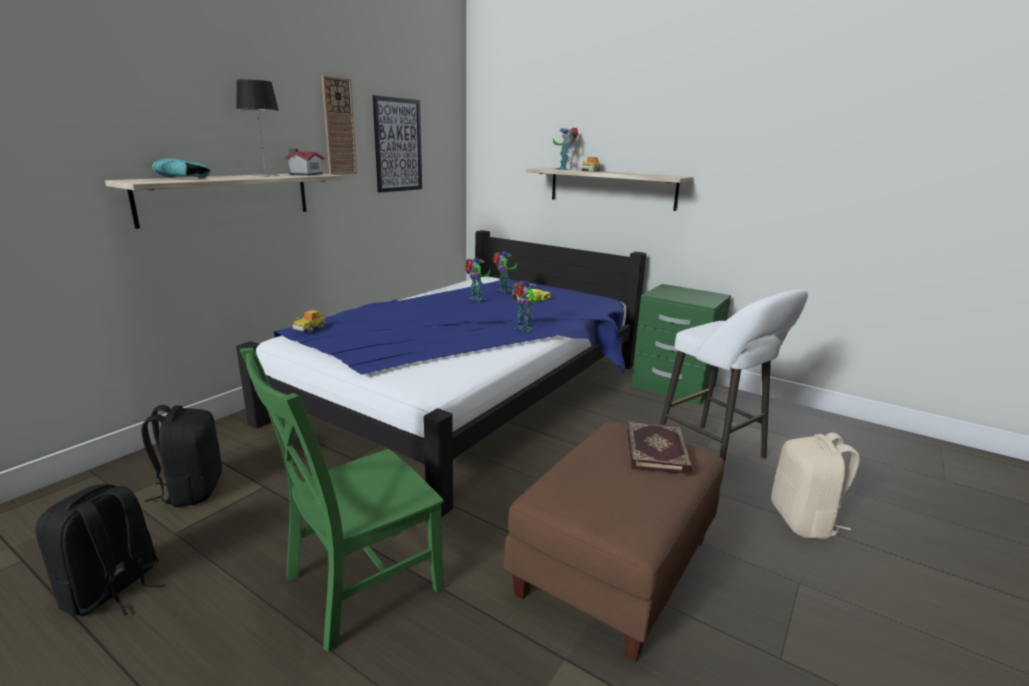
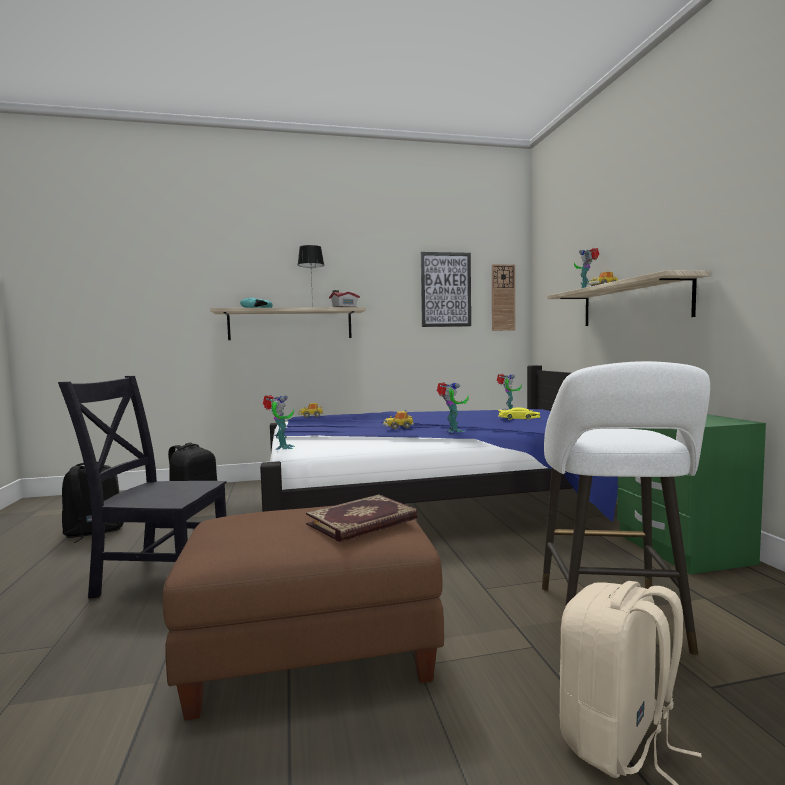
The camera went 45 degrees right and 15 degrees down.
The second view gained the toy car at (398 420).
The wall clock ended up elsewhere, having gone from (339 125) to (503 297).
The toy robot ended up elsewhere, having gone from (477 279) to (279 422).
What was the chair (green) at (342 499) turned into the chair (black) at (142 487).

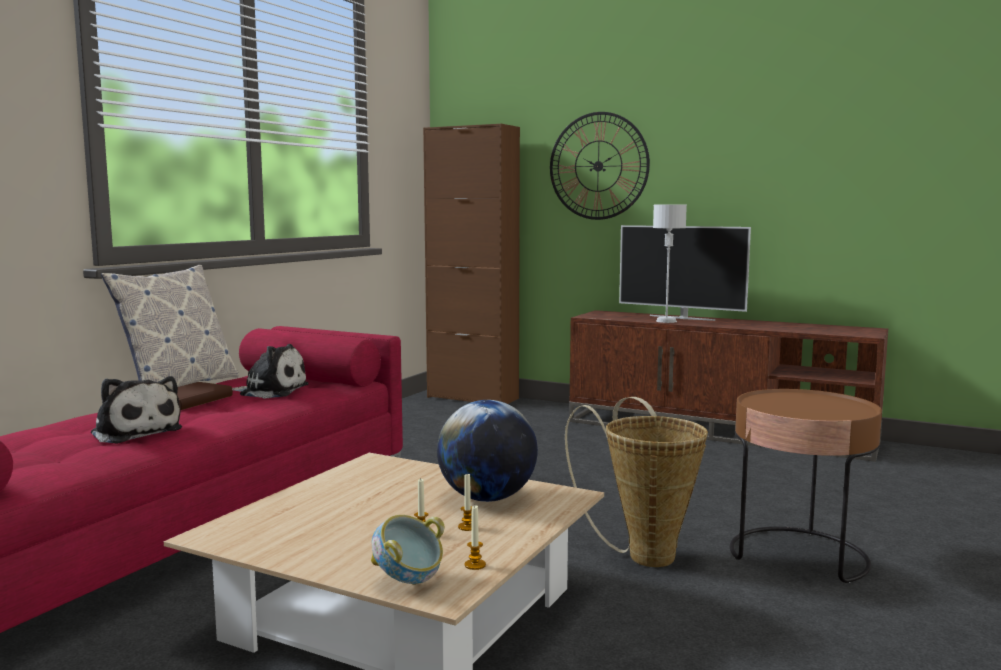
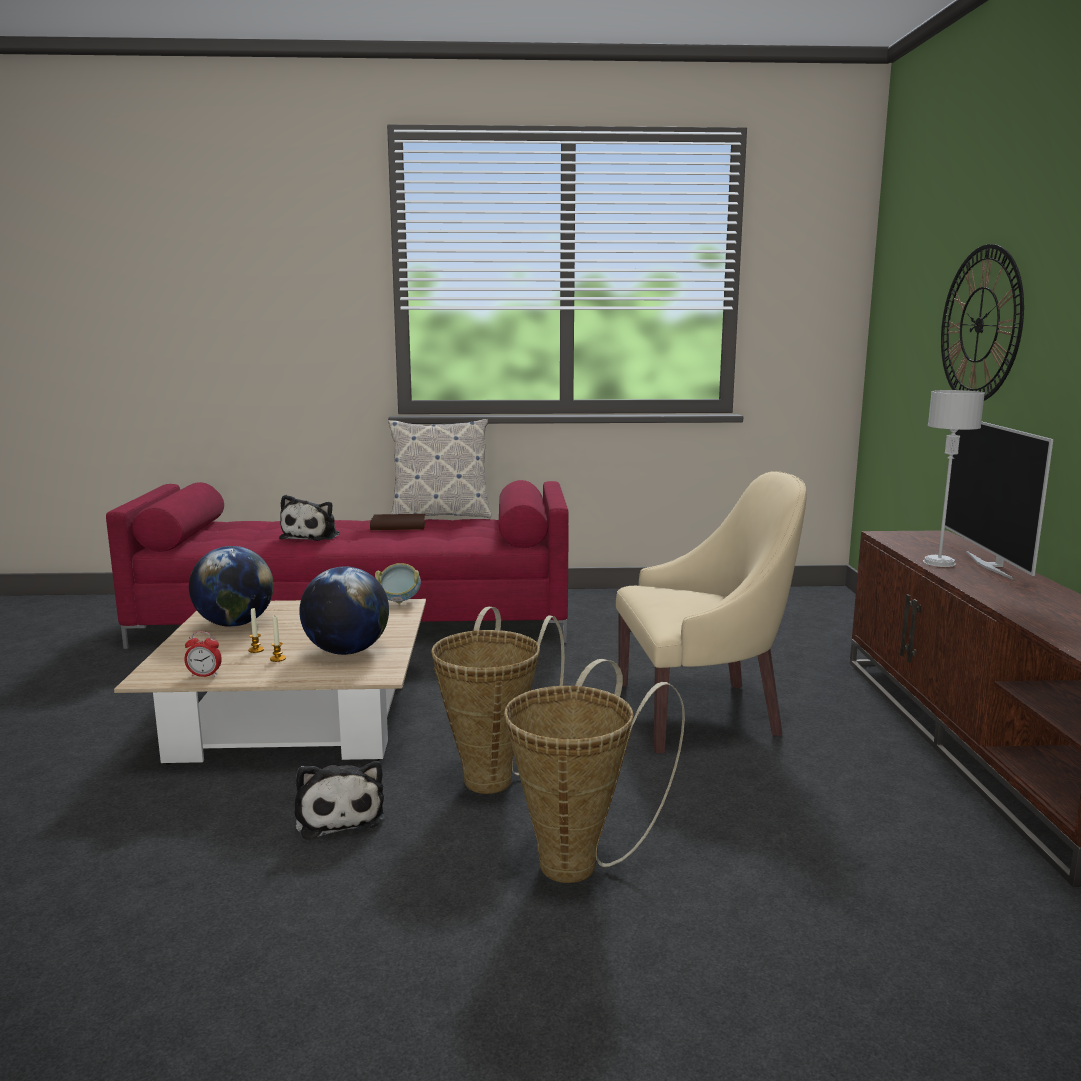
The camera went 60 degrees right and 5 degrees up.
The second view lost the cabinet (brown) at (471 264).
The second view gained the globe at (231 586).
The second view gained the armchair (beige) at (711 612).
The plush toy ended up elsewhere, having gone from (270 371) to (339 800).
The bowl ended up elsewhere, having gone from (408 550) to (398 583).
Where the candle stood at (475 537), the alarm clock came to stand at (203 654).
Where the side table (brown) stood at (806 486), the basket came to stand at (594 771).

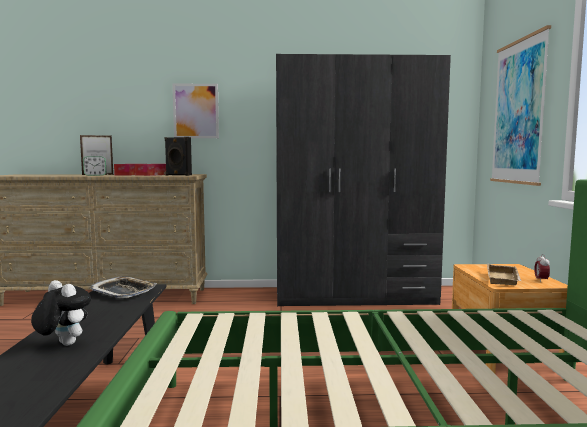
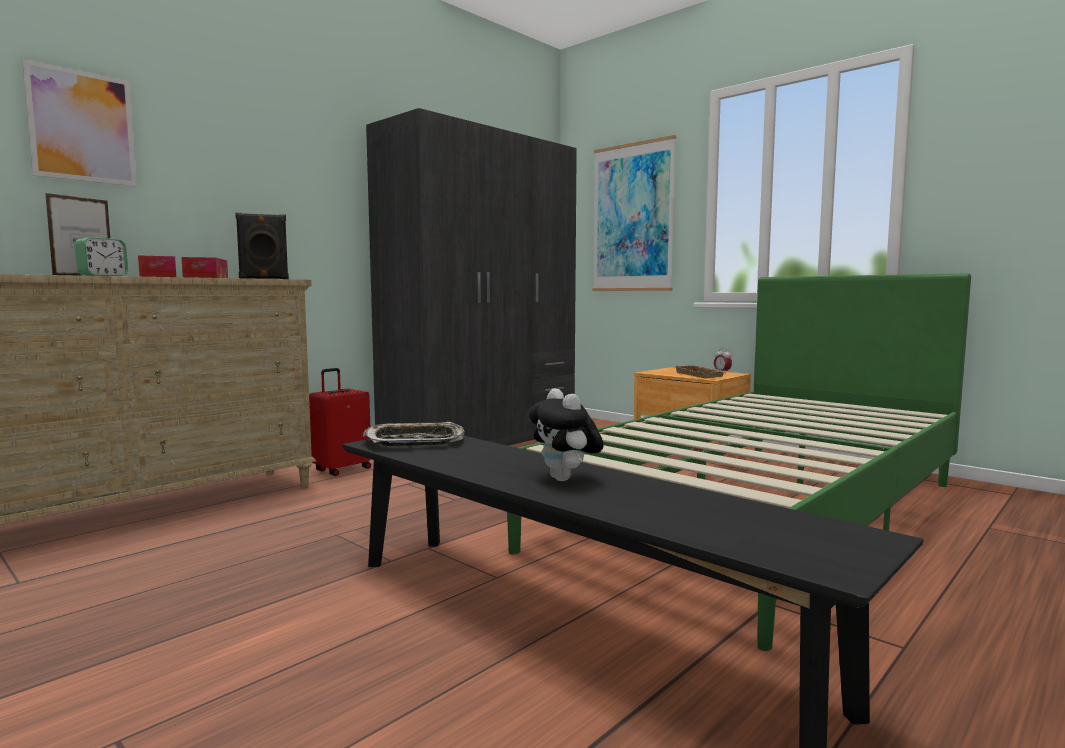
The camera went 45 degrees left and 0 degrees up.
The second view gained the suitcase (red) at (340 422).
The picture ended up elsewhere, having gone from (195 111) to (79 123).
The plush toy at (61 313) ended up facing another way, 105 degrees counterclockwise from before.

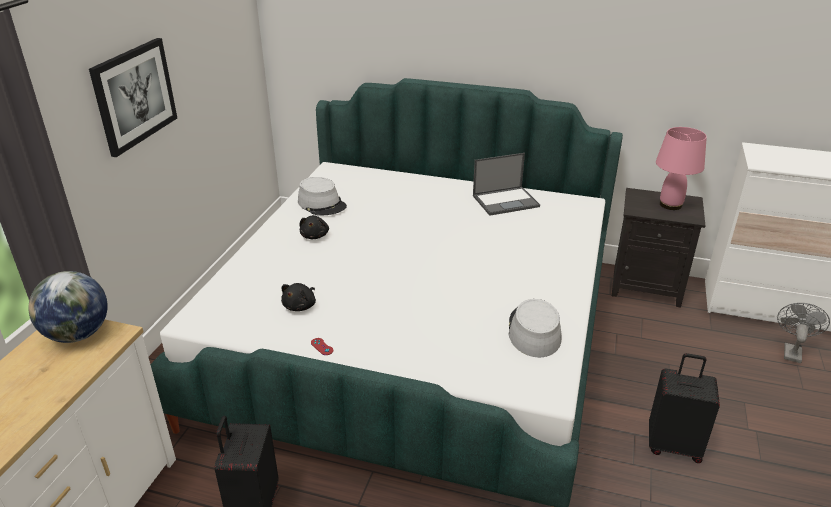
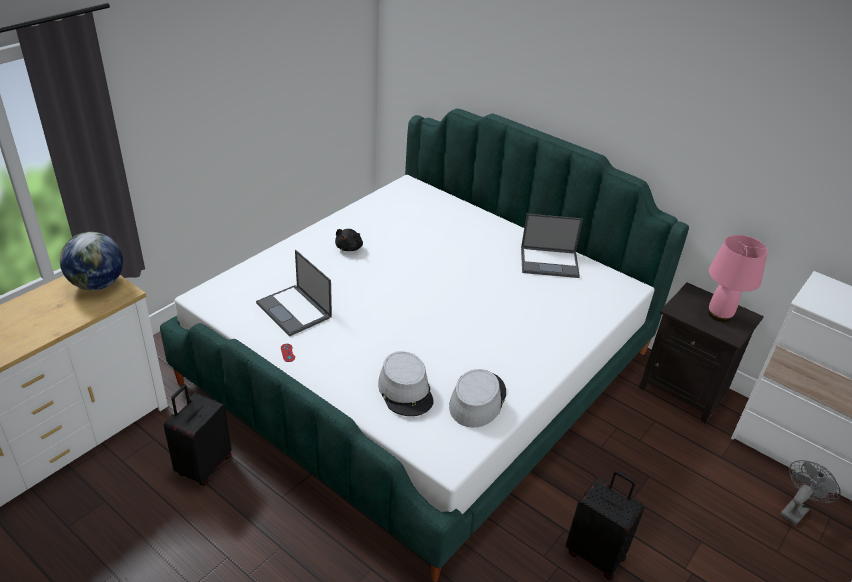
The camera went 20 degrees right and 5 degrees up.
The second view lost the picture at (133 97).
The hat (grey) ended up elsewhere, having gone from (322 196) to (405 383).
Where the plush toy (black) stood at (298 297), the laptop came to stand at (294 293).

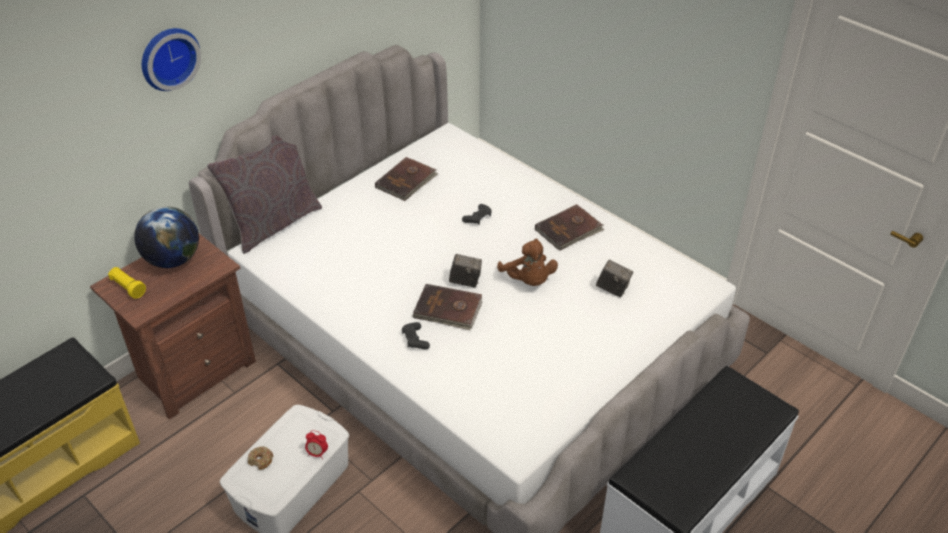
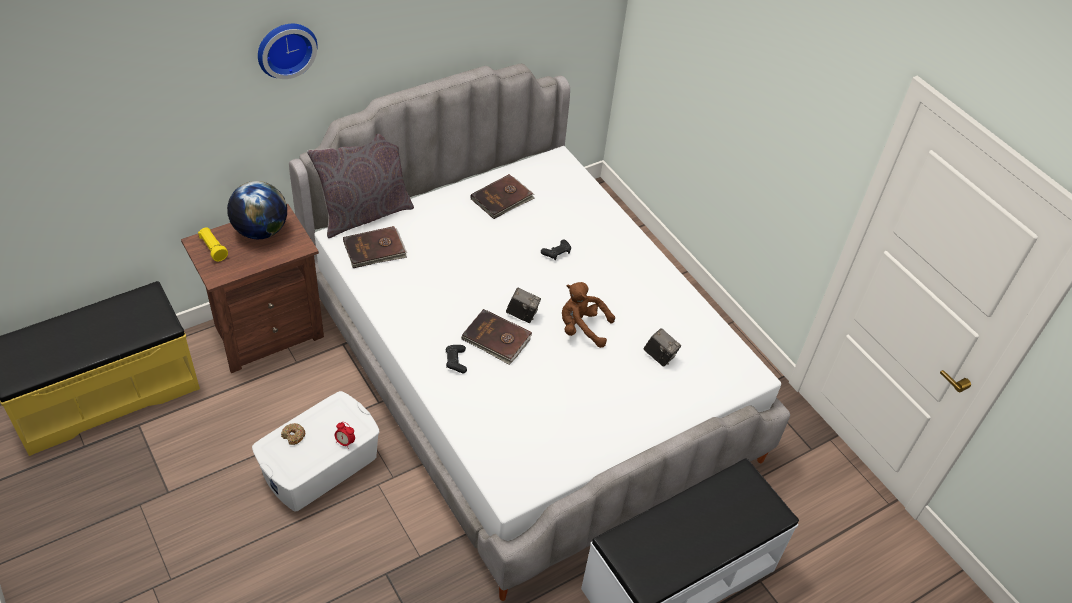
The camera went 10 degrees right and 5 degrees up.
The book (brown) ended up elsewhere, having gone from (569 227) to (375 247).
The plush toy (brown) at (527 262) ended up facing another way, 120 degrees clockwise from before.

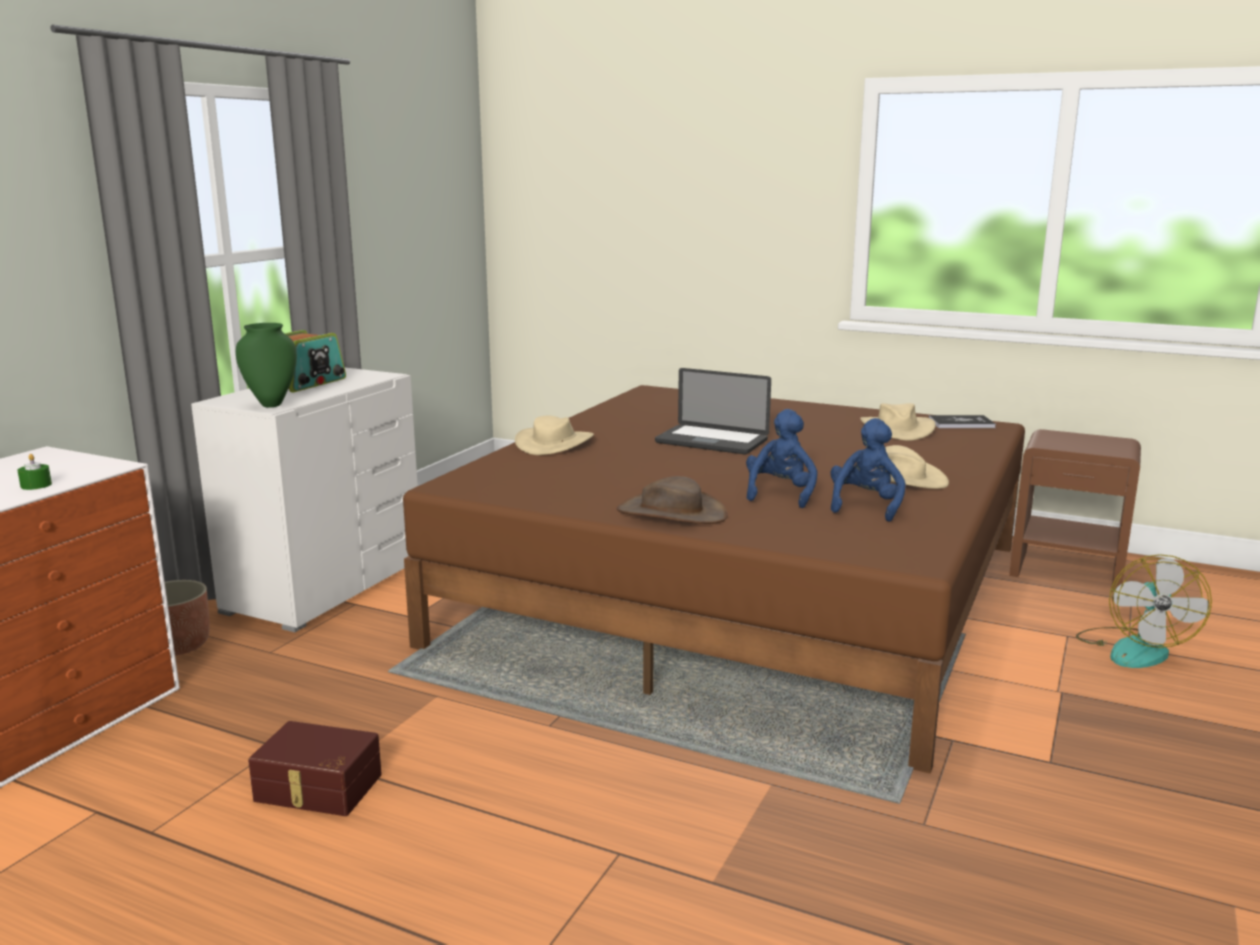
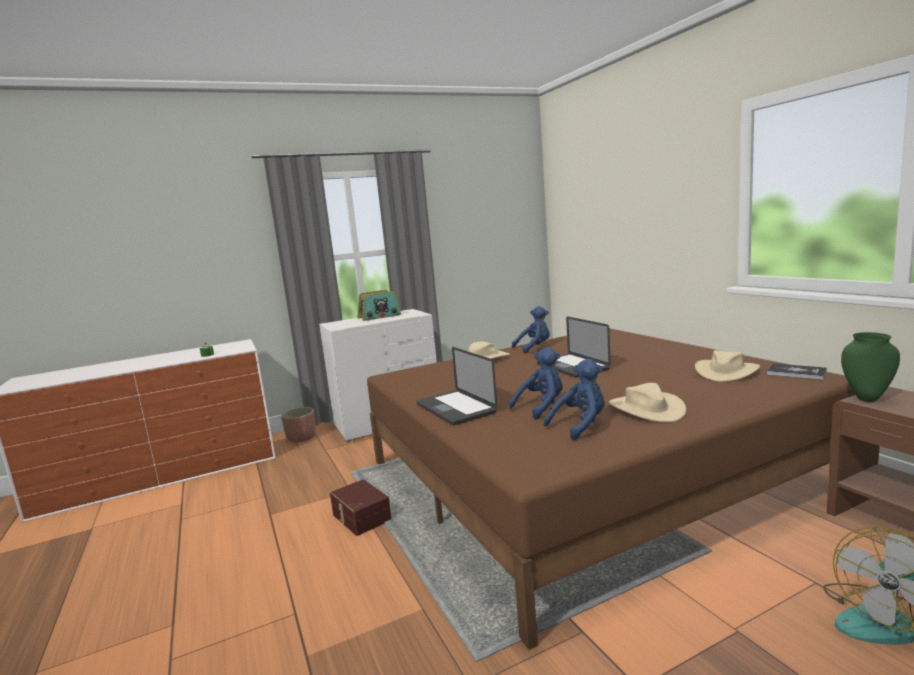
The camera went 40 degrees right and 5 degrees down.
The second view gained the plush toy (blue) at (531 329).
The vase (green) ended up elsewhere, having gone from (266 365) to (870 367).
The storage box (brown) ended up elsewhere, having gone from (315 768) to (361 507).
Where the hat (brown) stood at (672 500), the laptop came to stand at (456 386).

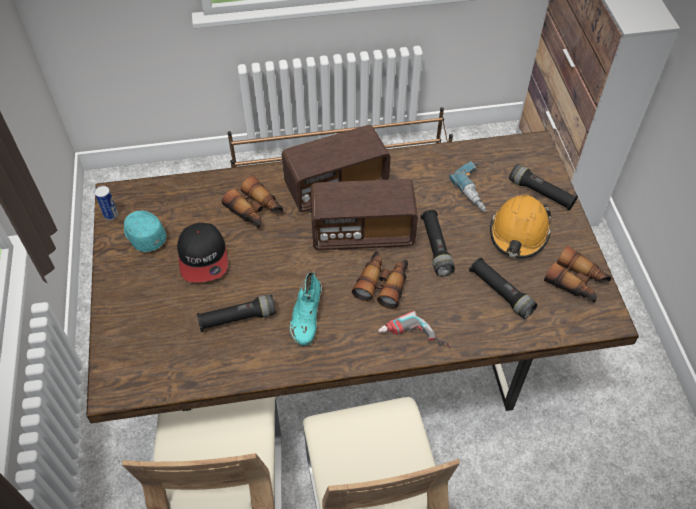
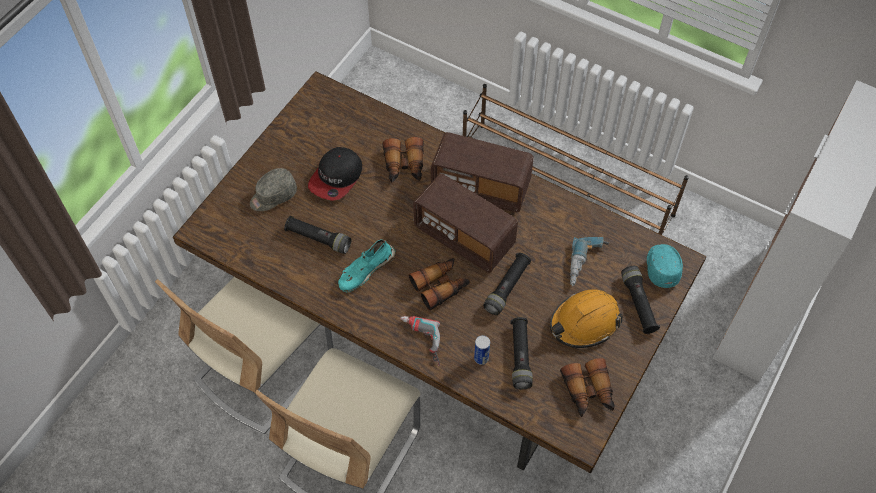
The camera went 40 degrees right and 5 degrees up.
The second view gained the cap (grey) at (273 189).
The can ended up elsewhere, having gone from (106 203) to (482 350).
The cap (turquoise) ended up elsewhere, having gone from (145 231) to (665 266).

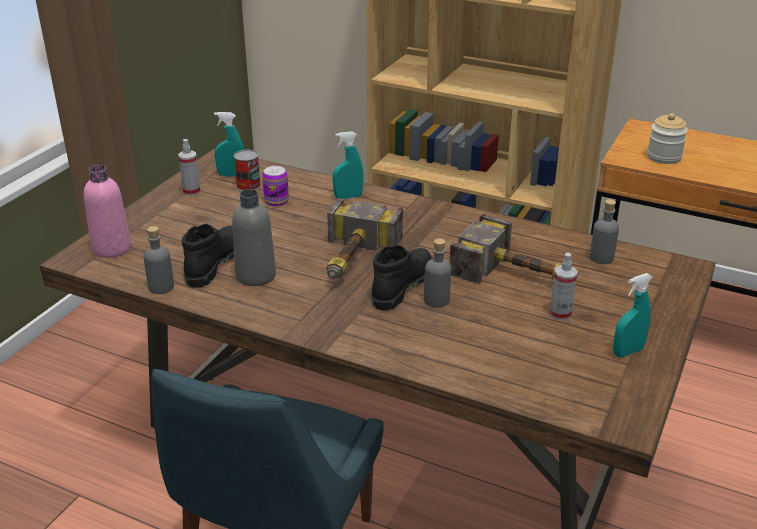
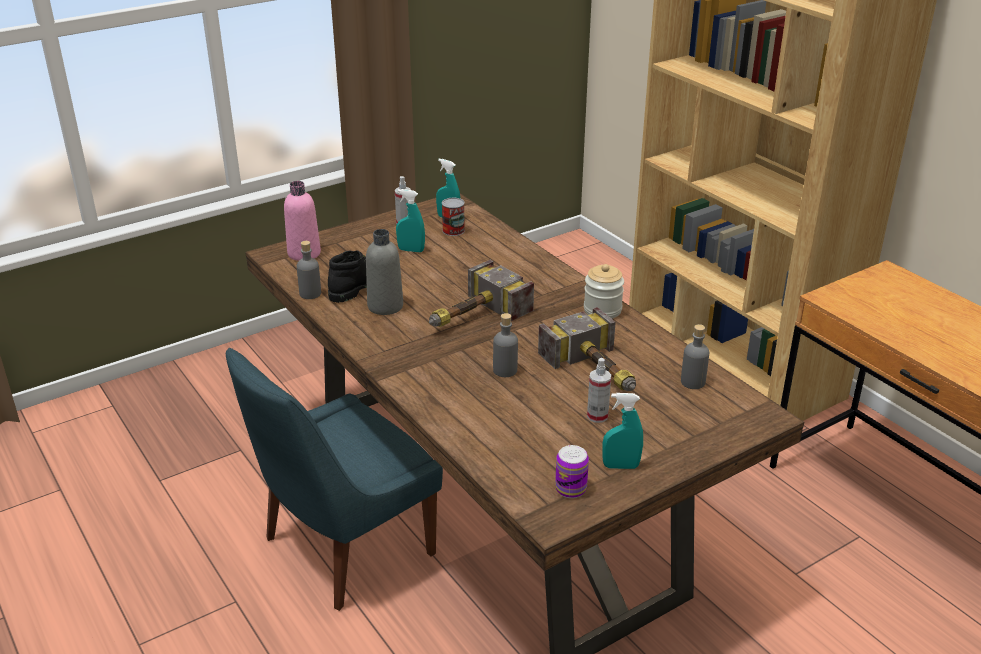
The camera went 30 degrees right and 0 degrees up.
The second view lost the boot (black) at (402 278).
The can ended up elsewhere, having gone from (275 186) to (572 471).
The spray bottle (turquoise) ended up elsewhere, having gone from (348 165) to (410 220).
The jar ended up elsewhere, having gone from (667 138) to (604 291).

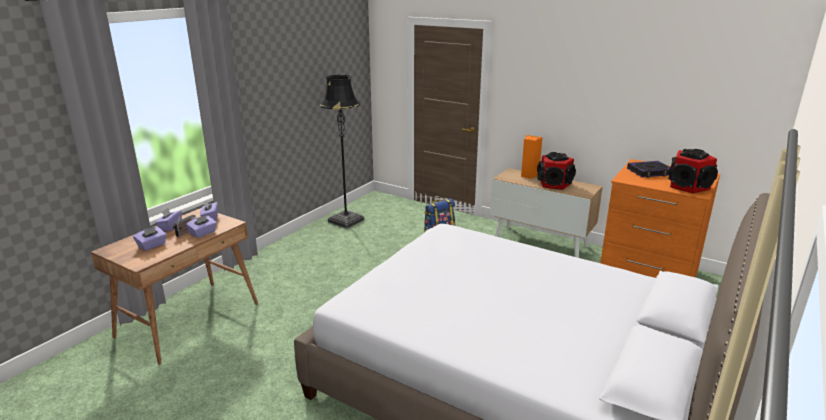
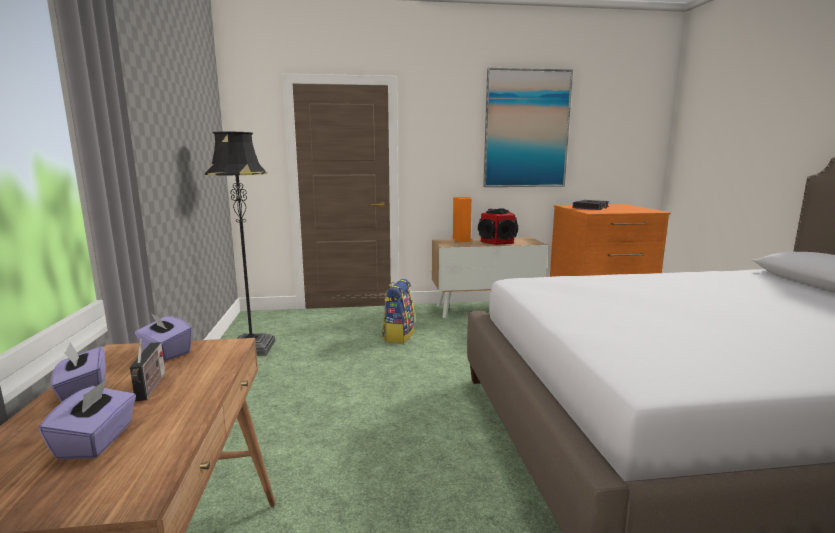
The camera went 40 degrees left and 10 degrees down.
The second view lost the tissue box (purple) at (201 226).
The second view lost the speaker at (693 171).
The second view gained the picture at (528 127).

